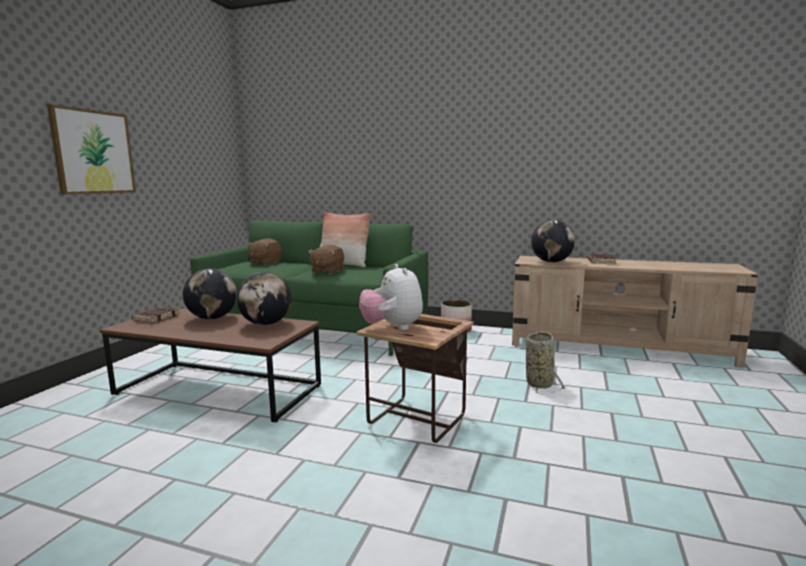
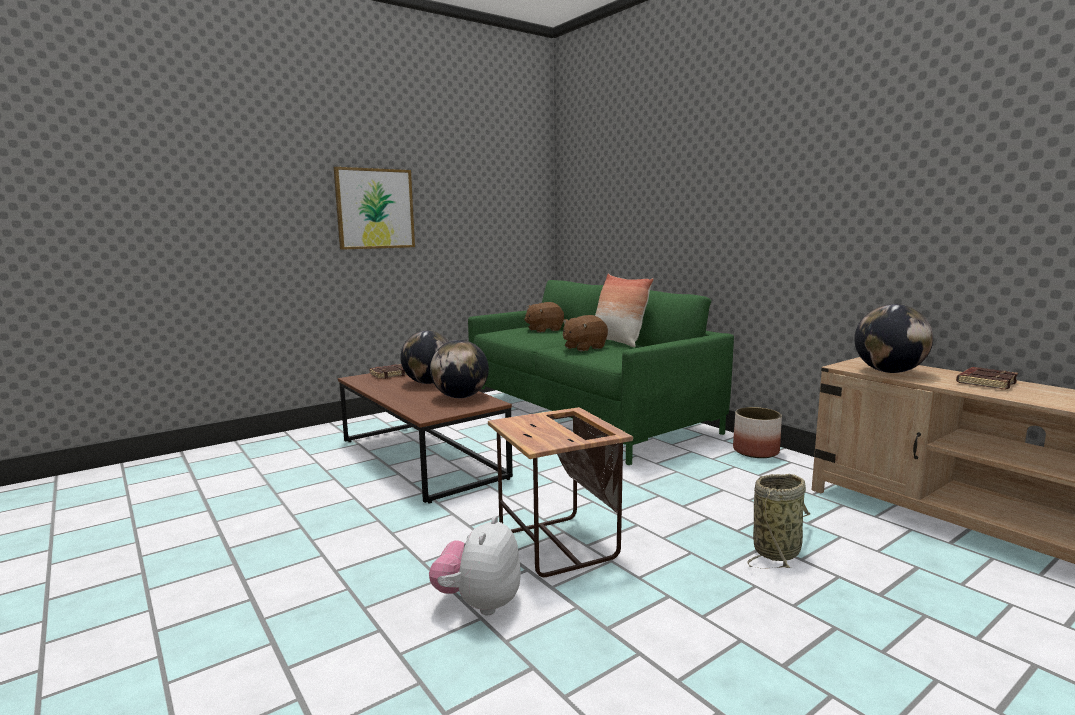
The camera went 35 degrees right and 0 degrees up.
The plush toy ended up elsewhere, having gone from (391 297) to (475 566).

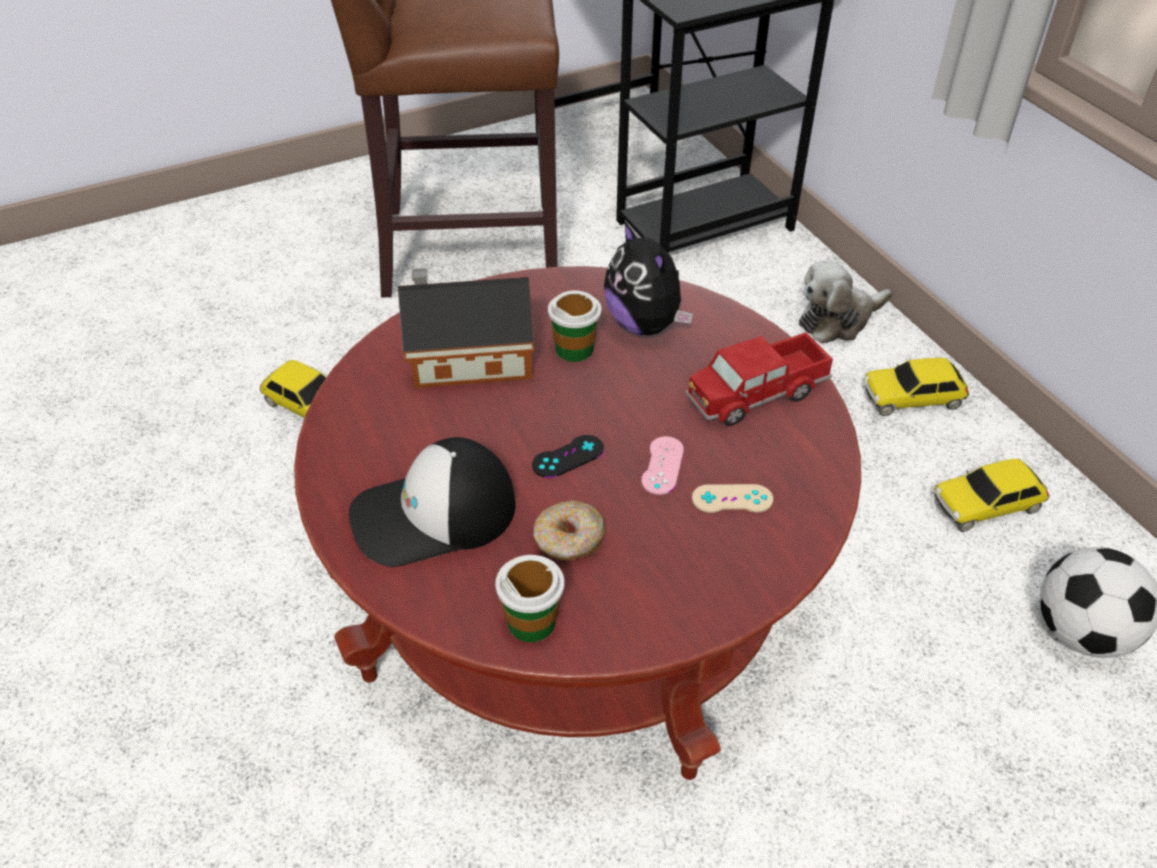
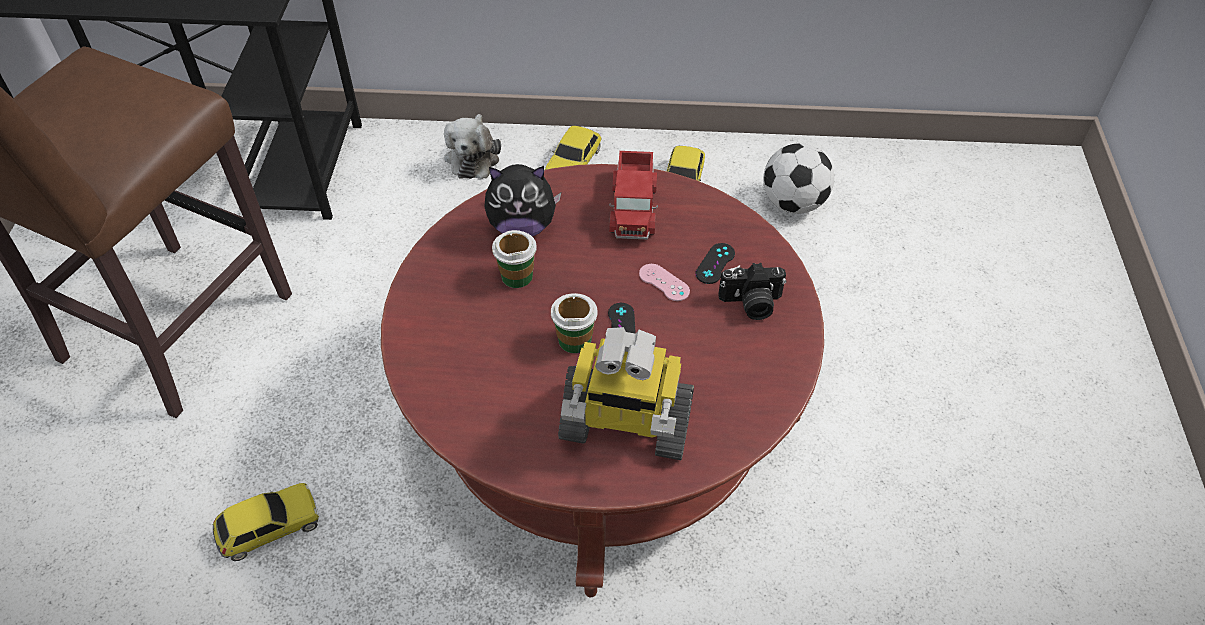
The camera went 60 degrees left and 5 degrees up.
The second view lost the toy house at (466 328).
The second view lost the donut at (569 530).
The second view gained the photo camera at (752 291).
The cup ended up elsewhere, having gone from (529 598) to (574 323).
Where the cap stood at (432 502), the toy robot came to stand at (626 393).
What was the game controller (beige) at (732 498) turned into the game controller (black) at (715 263).

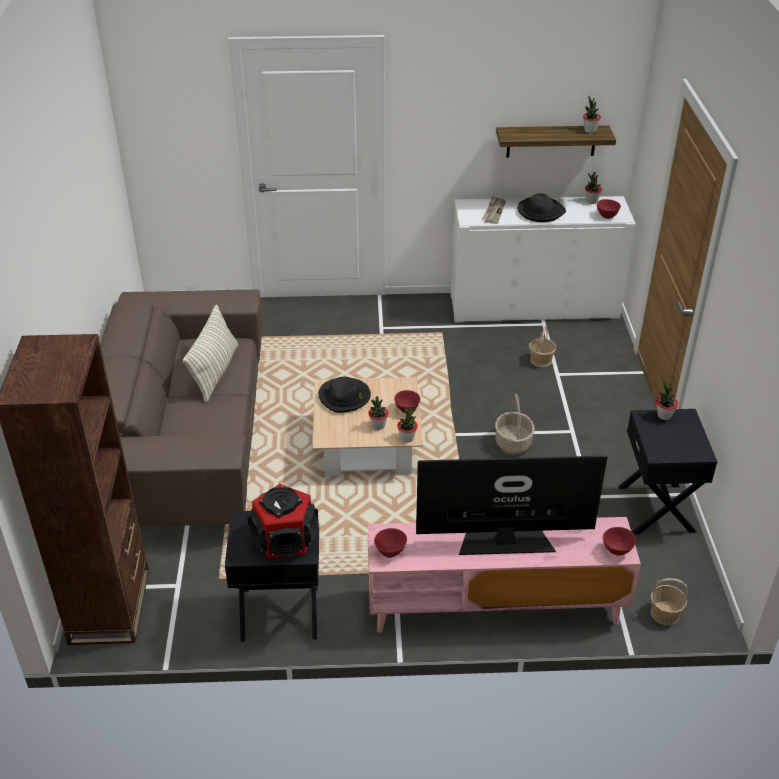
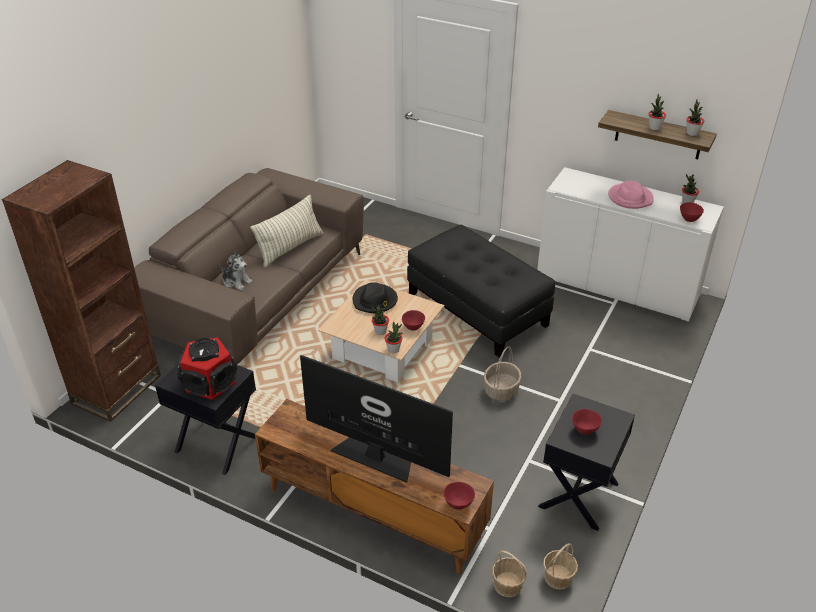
The camera went 30 degrees right and 0 degrees up.
The second view lost the newspaper at (494 210).
The second view gained the plush toy at (235 270).
The second view gained the ottoman (black) at (481 291).
The bowl (red) ended up elsewhere, having gone from (390 543) to (587 422).
The basket ended up elsewhere, having gone from (542 346) to (560 566).
The potted plant ended up elsewhere, having gone from (667 400) to (657 111).
What was the tv stand (pink) at (504 575) turned into the tv stand (brown) at (374 486).
What was the hat (black) at (541 207) turned into the hat (pink) at (631 195).

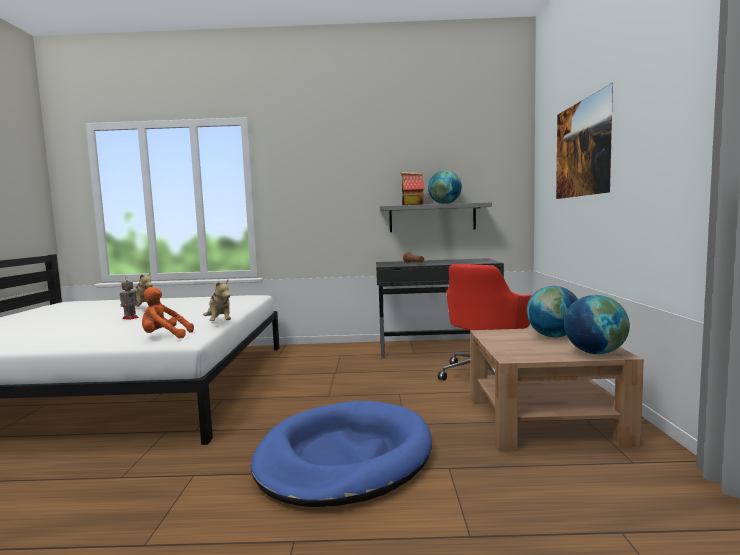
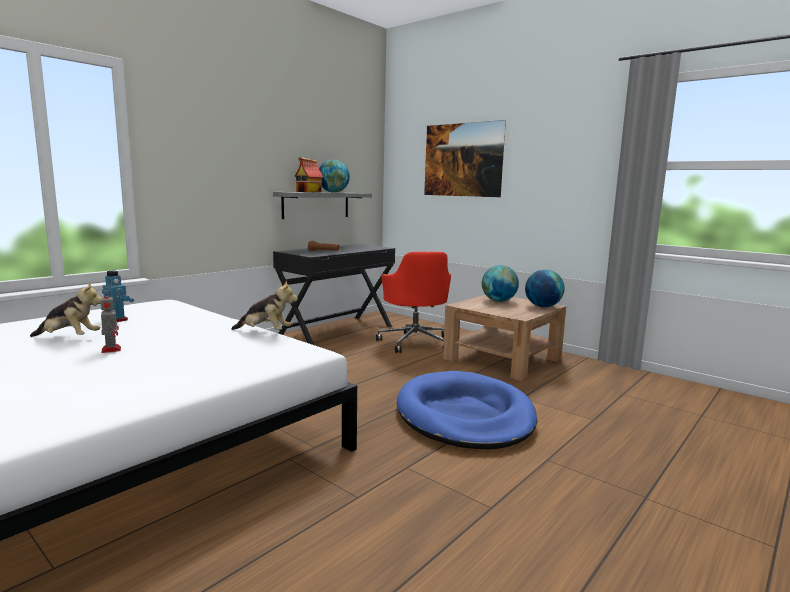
The camera went 50 degrees left and 5 degrees up.
The second view lost the plush toy (orange) at (168 312).
The second view gained the toy robot at (118 296).

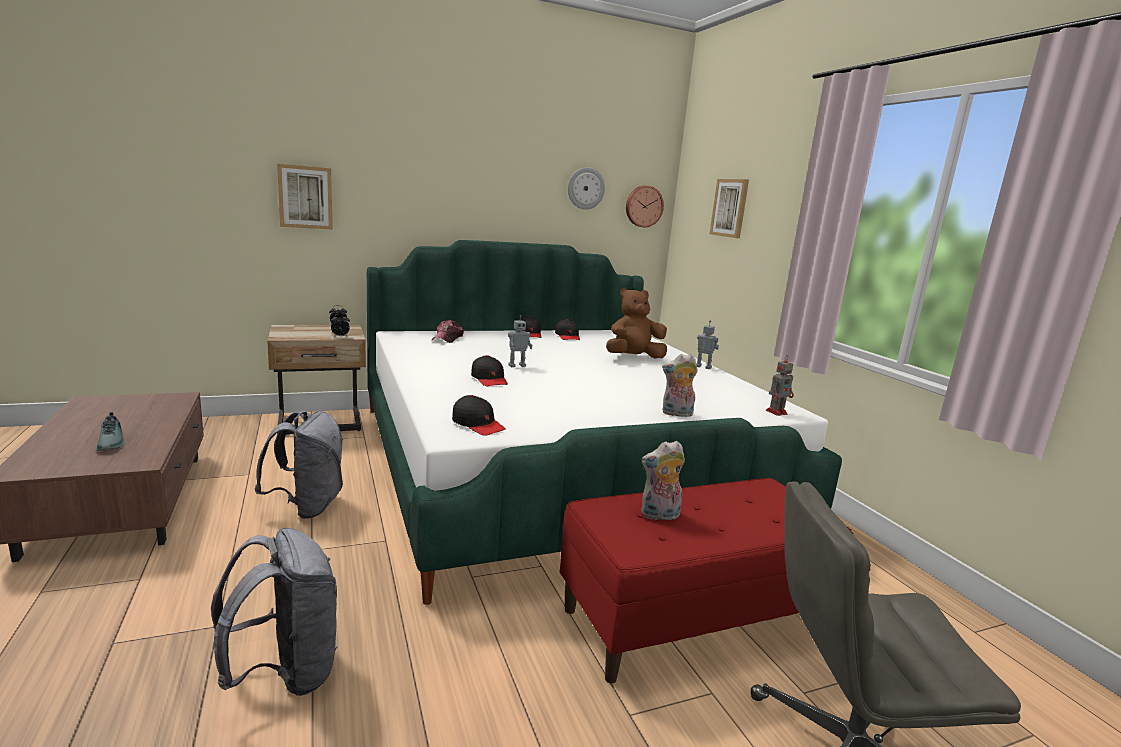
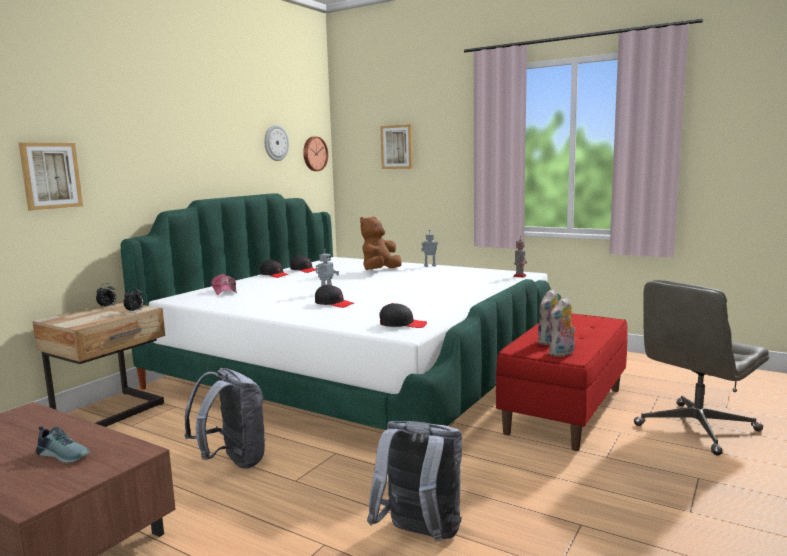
The camera went 35 degrees left and 5 degrees down.
The plush toy ended up elsewhere, having gone from (680 385) to (562 327).

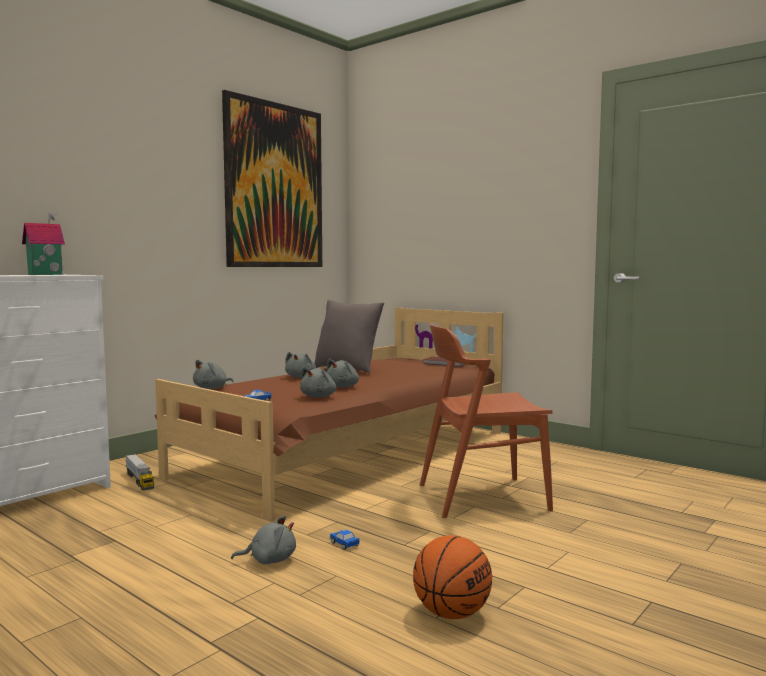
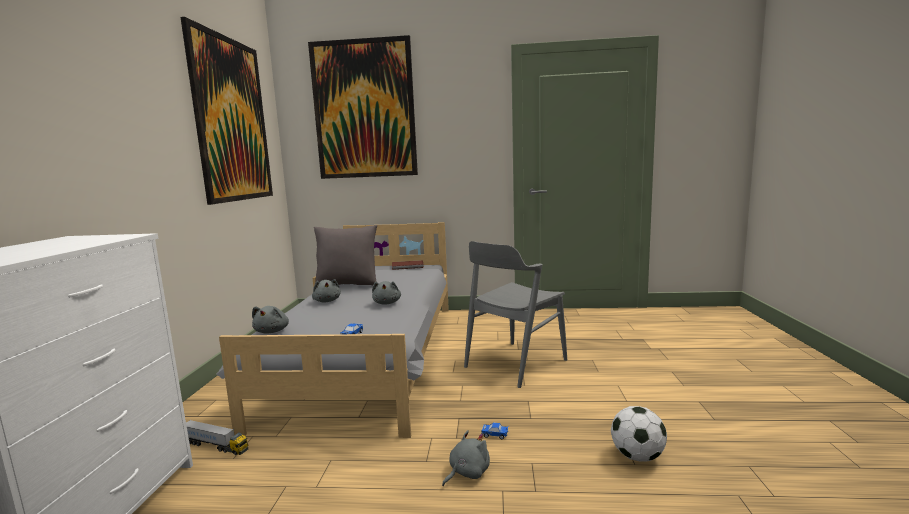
The camera went 35 degrees left and 5 degrees up.
The second view lost the toy house at (43 243).
The second view lost the plush toy (grey) at (318 382).
The second view gained the picture at (363 107).
Where the basketball stood at (452 577), the football came to stand at (639 433).
What was the bed (brown) at (329 414) turned into the bed (grey) at (332 330).
What was the chair (brown) at (486 420) turned into the chair (grey) at (515 314).

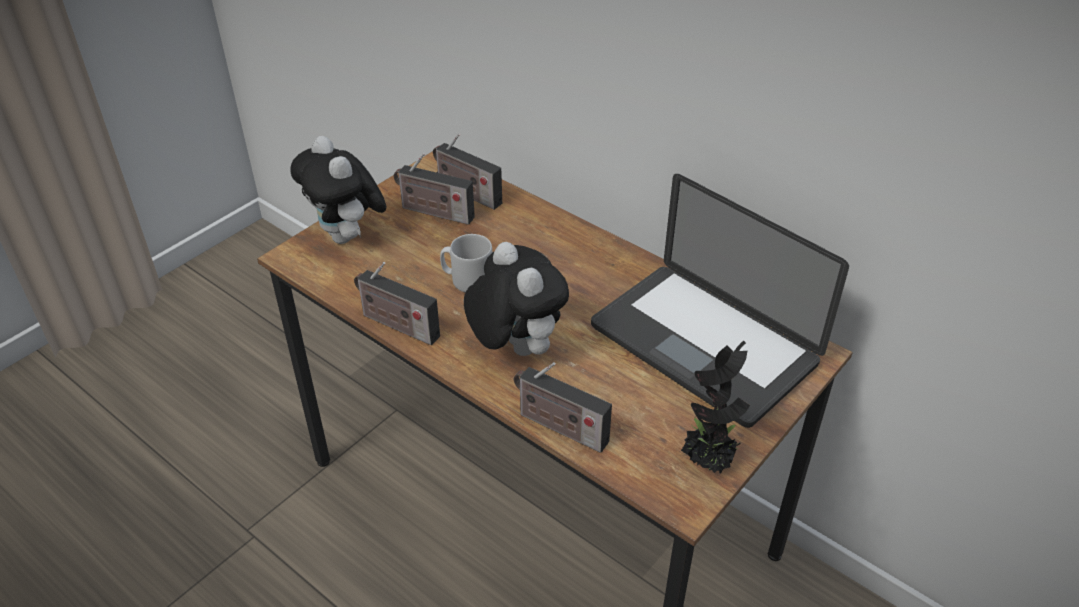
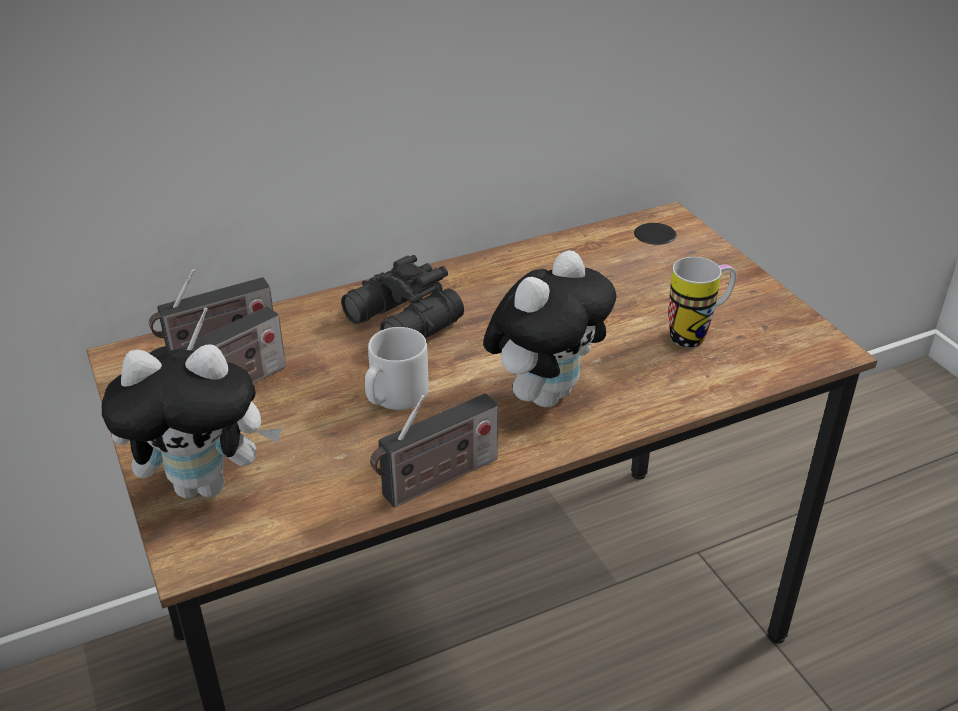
The camera went 65 degrees left and 5 degrees down.
The second view lost the radio at (563 407).
The second view lost the laptop at (720 301).
The second view lost the potted plant at (715 407).
The second view gained the binoculars (black) at (402 296).
The second view gained the mug at (702 302).
The plush toy at (516 299) ended up facing another way, 135 degrees clockwise from before.

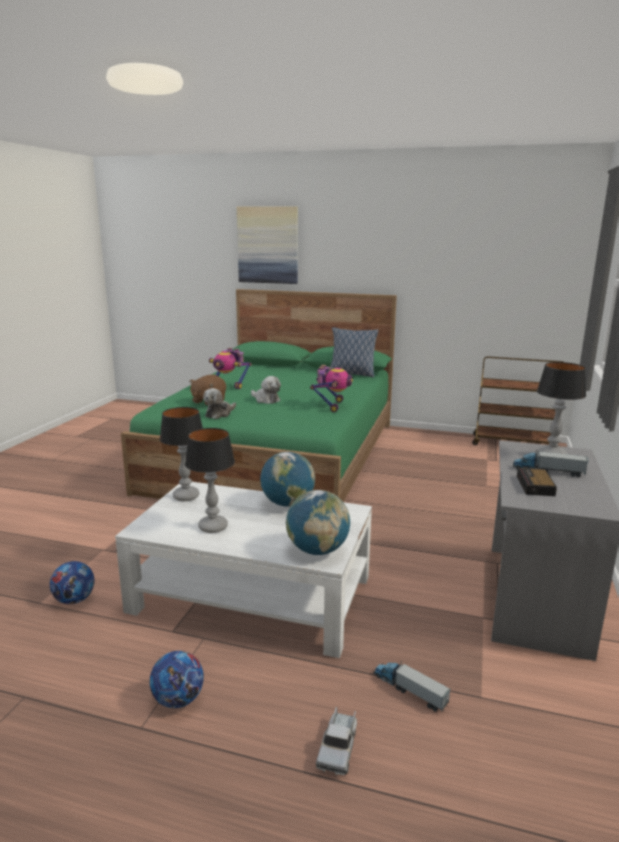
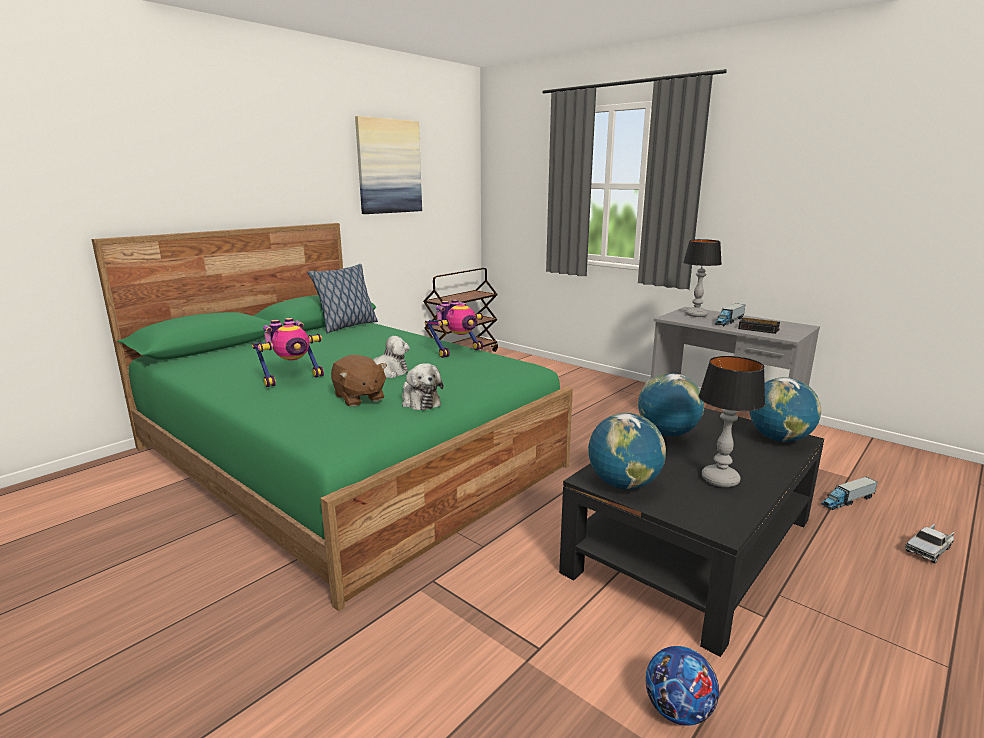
The camera went 65 degrees left and 0 degrees up.
The second view lost the football at (177 679).
The picture ended up elsewhere, having gone from (267 245) to (388 165).
Where the table lamp stood at (181 454), the globe came to stand at (627 451).
What was the coffee table (white) at (243 570) turned into the coffee table (black) at (691 532).
The toy robot at (331 388) ended up facing another way, 105 degrees clockwise from before.
The toy truck at (336 741) ended up facing another way, 105 degrees clockwise from before.

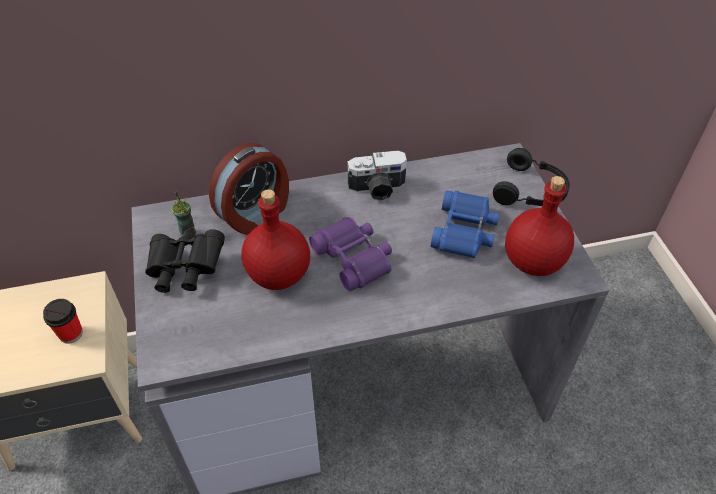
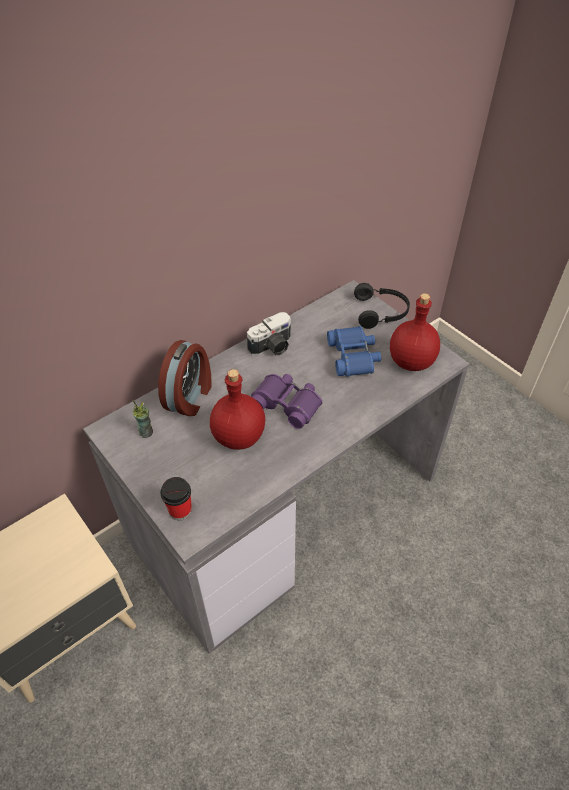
The camera went 25 degrees left and 0 degrees up.
The second view lost the binoculars (black) at (185 261).
The cup ended up elsewhere, having gone from (63 321) to (176 498).

